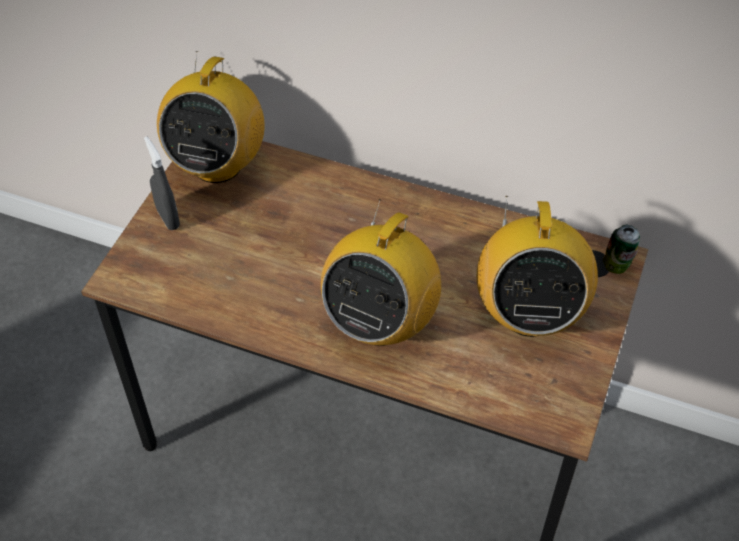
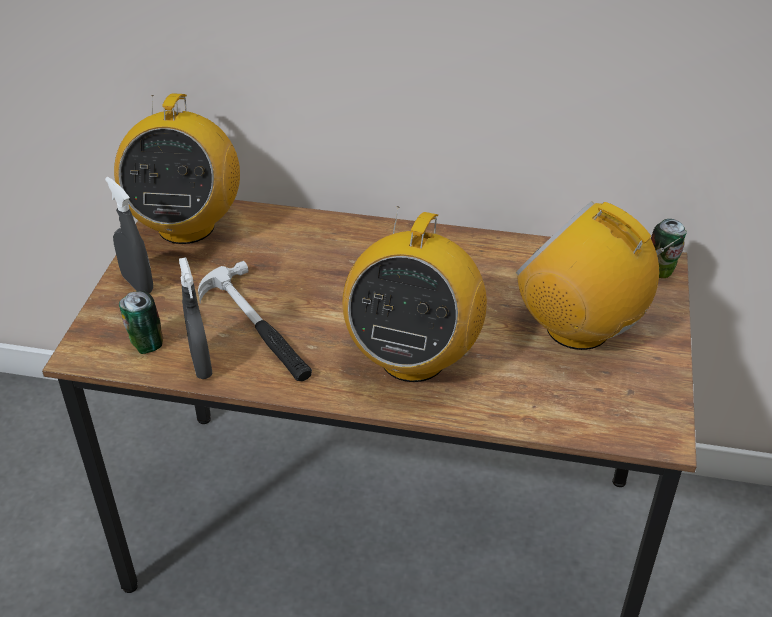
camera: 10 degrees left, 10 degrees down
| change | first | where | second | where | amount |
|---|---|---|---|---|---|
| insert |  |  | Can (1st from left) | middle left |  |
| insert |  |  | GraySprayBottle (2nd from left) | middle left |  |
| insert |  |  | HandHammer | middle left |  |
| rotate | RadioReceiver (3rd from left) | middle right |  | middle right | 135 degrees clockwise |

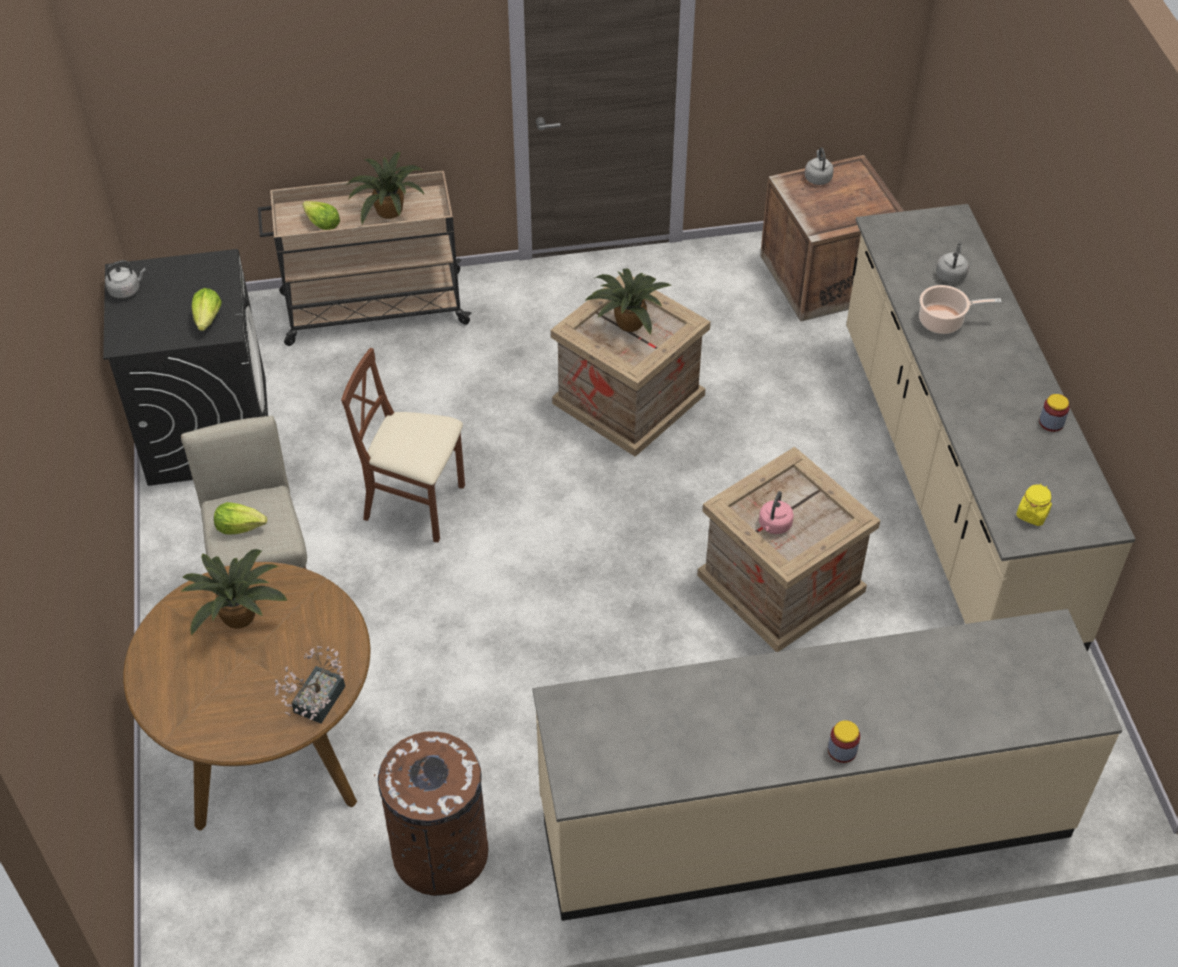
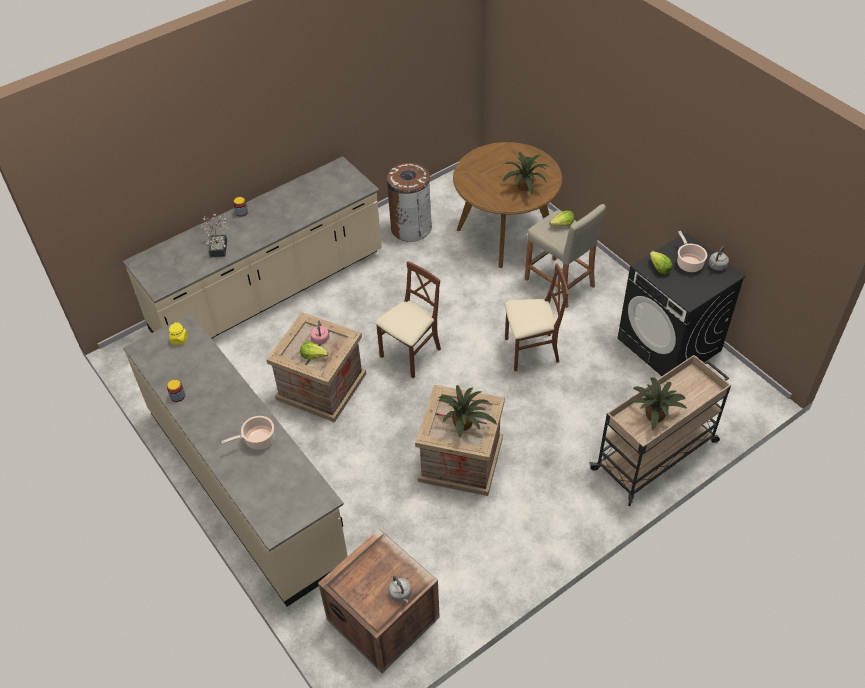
camera: 155 degrees right, 0 degrees up
| change | first | where | second | where | amount |
|---|---|---|---|---|---|
| move | PottedPlant (2nd from left in the first image) | bottom left | PottedPlant (1st from left) | middle left |  |
| move | LettuceHead (3rd from left in the first image) | top left | LettuceHead (1st from left) | centre |  |
| insert |  |  | BrownChair (1st from left) | centre |  |
| insert |  |  | Saucepot (2nd from left) | middle right |  |
| delete | GrayTeaKettle (3rd from left) | top right |  |  |  |

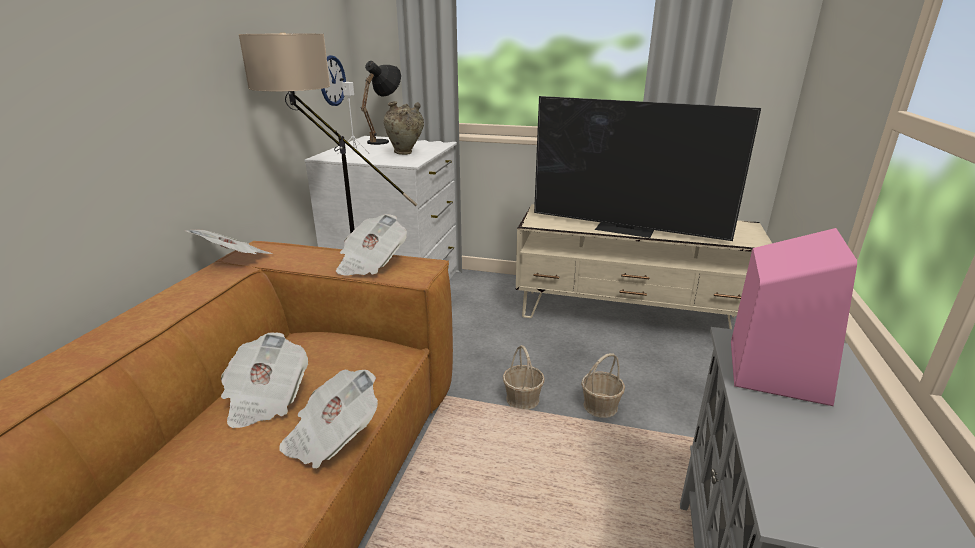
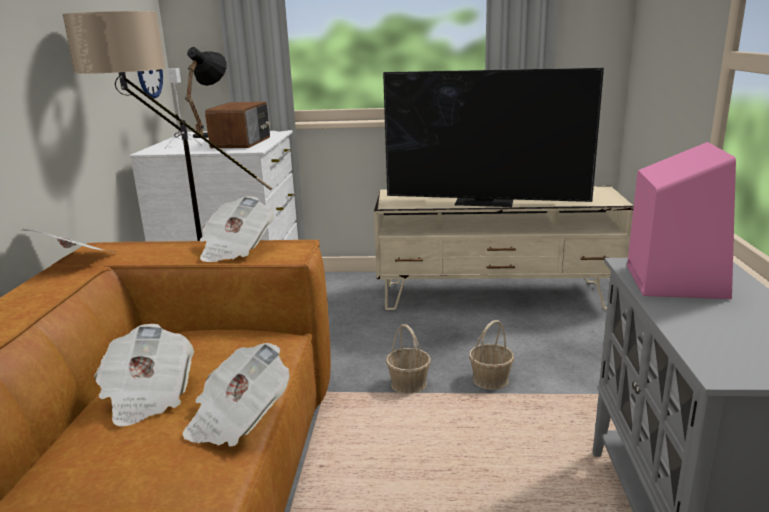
camera: 10 degrees left, 5 degrees down
| change | first | where | second | where | amount |
|---|---|---|---|---|---|
| replace | SandColouredDecorativeVase | top centre | RadioReceiver | top left |  |

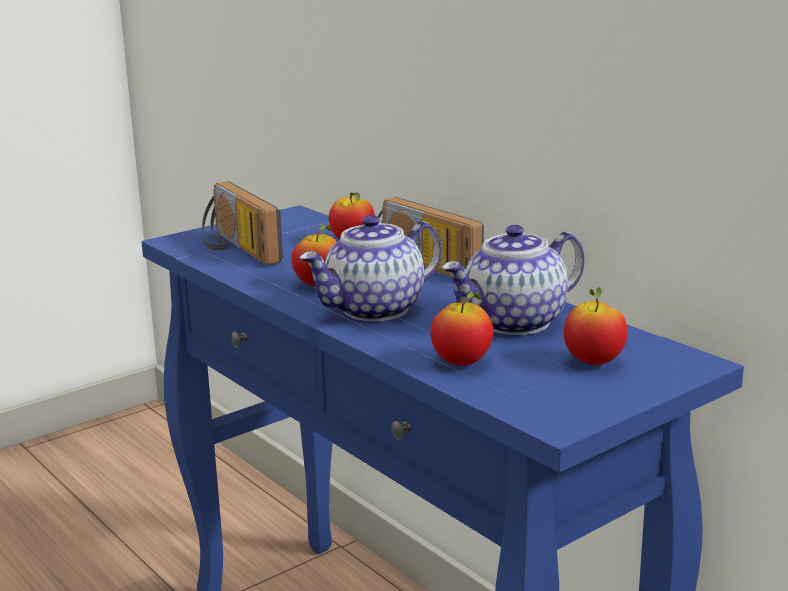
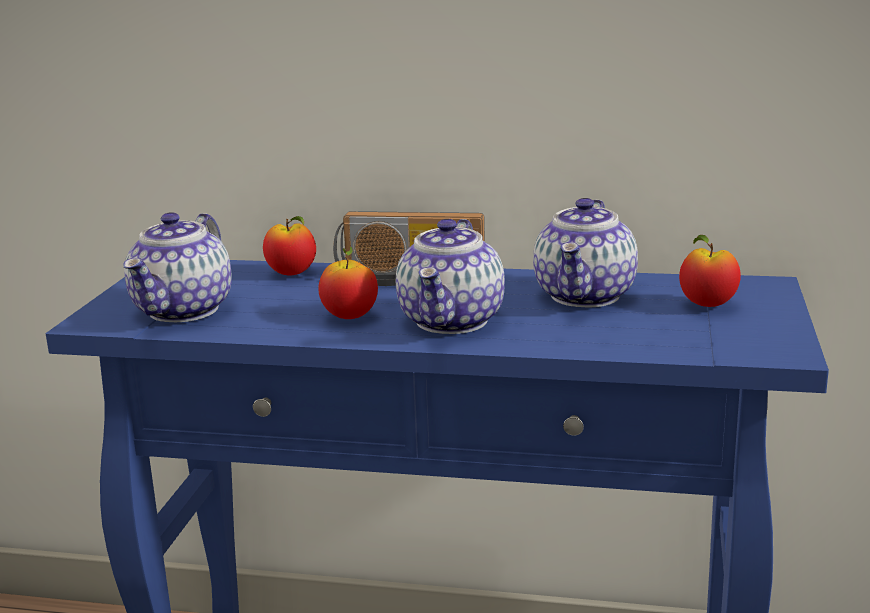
camera: 40 degrees left, 0 degrees up
| change | first | where | second | where | amount |
|---|---|---|---|---|---|
| replace | RadioReceiver (1st from left) | middle left | PotForTea (1st from left) | middle left |  |
| delete | Apple (3rd from left) | centre |  |  |  |

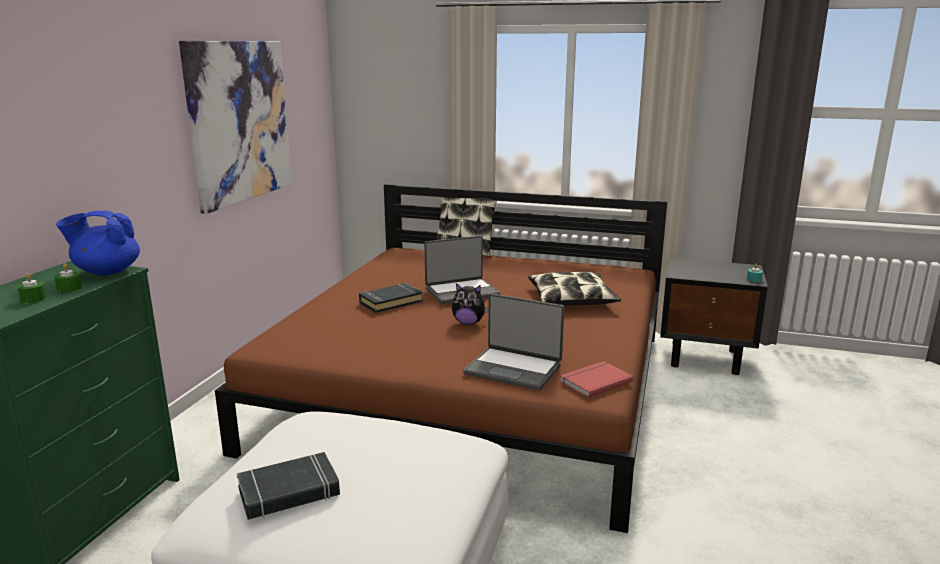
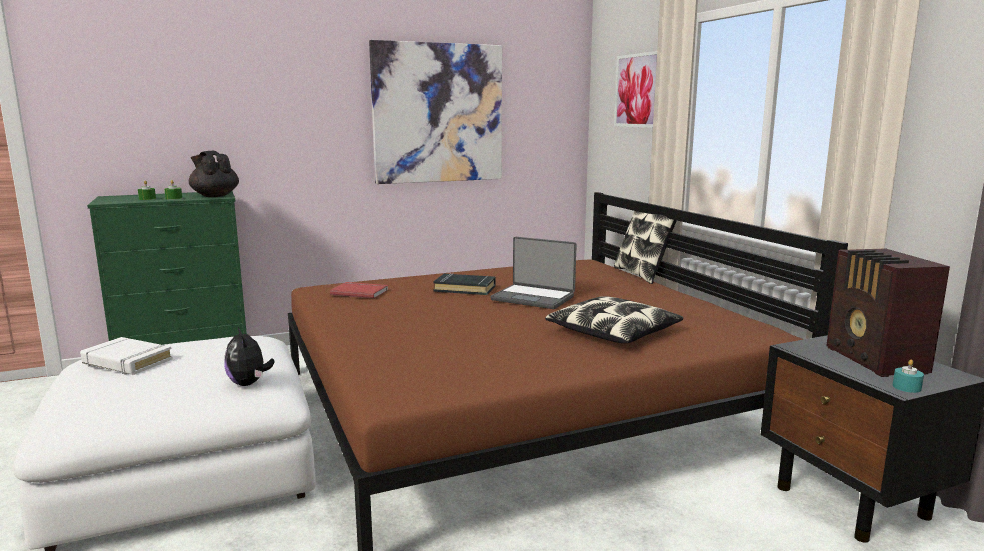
camera: 50 degrees right, 5 degrees down
| change | first | where | second | where | amount |
|---|---|---|---|---|---|
| recolor | BlackishVolume (1st from left) | bottom left | WhiteVolume | middle left |  |
| recolor | BlueColouredPotForTea | middle left | BlackishPotForTea | top left |  |
| move | SoftToy | centre |  | middle left |  |
| move | ReddishVolume | bottom centre |  | centre |  |
| insert |  |  | WallPicture (2nd from left) | top centre |  |
| insert |  |  | RadioReceiver | middle right |  |
| delete | PortableComputer (2nd from left) | centre |  |  |  |

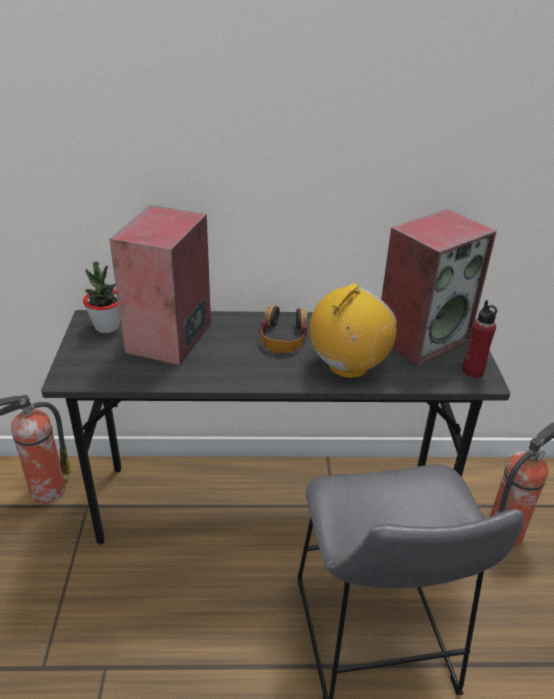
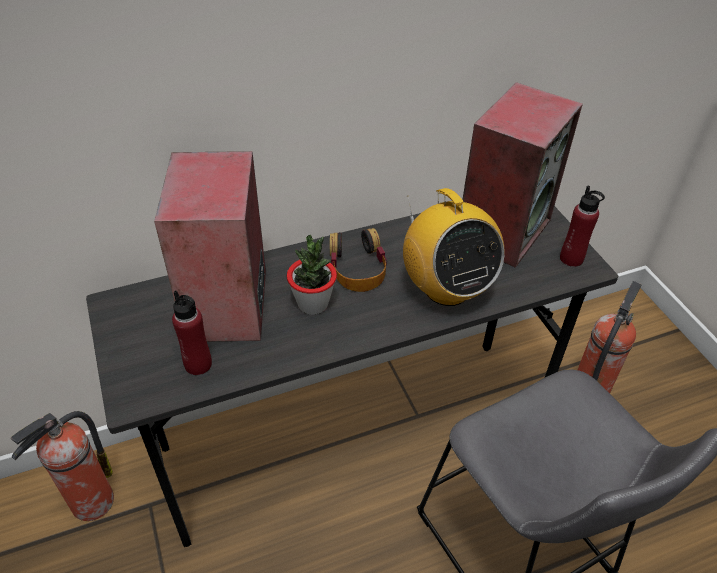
camera: 20 degrees left, 10 degrees up
| change | first | where | second | where | amount |
|---|---|---|---|---|---|
| insert |  |  | ReddishBottle (1st from left) | middle left |  |
| move | PottedPlant | middle left |  | centre |  |
| rotate | RadioReceiver | centre |  | centre | 135 degrees clockwise |

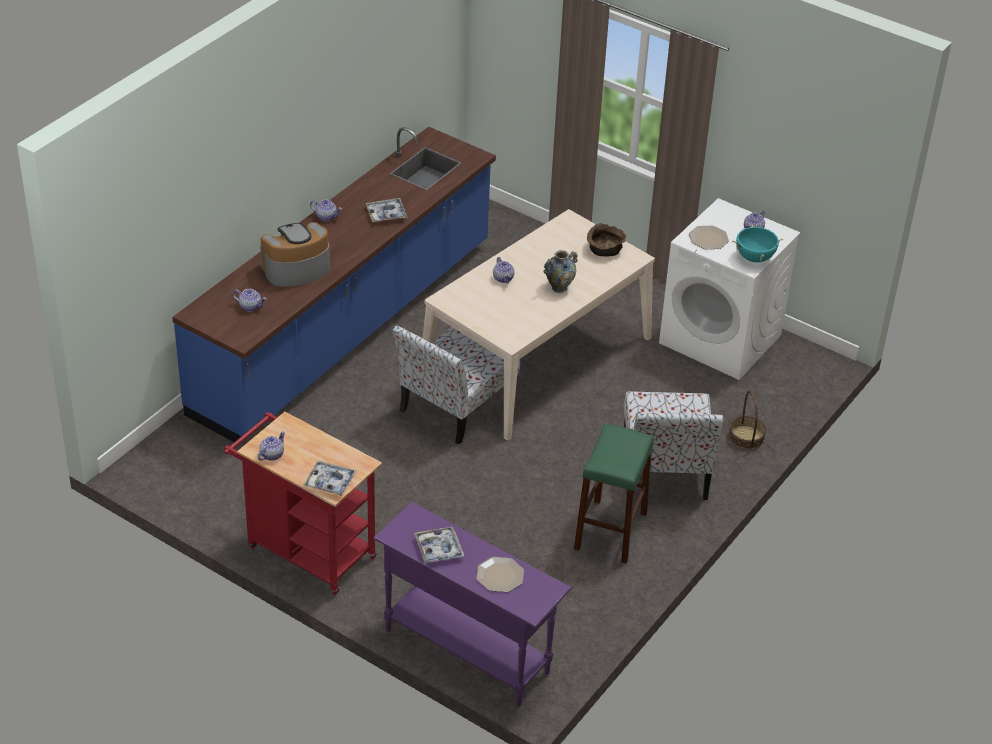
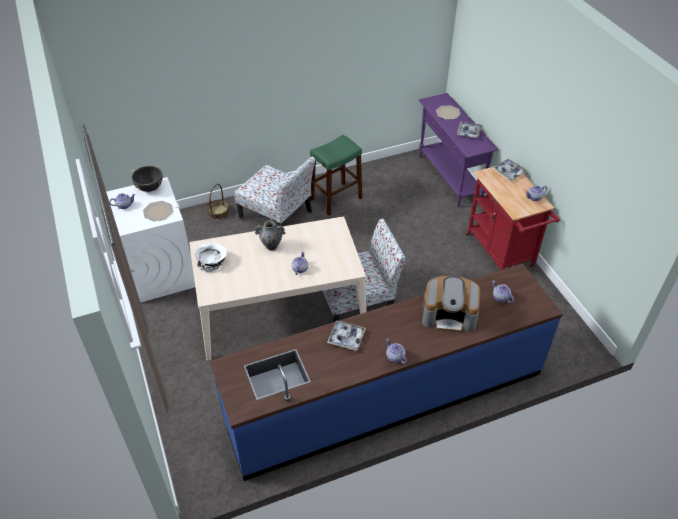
camera: 145 degrees left, 5 degrees up
| change | first | where | second | where | amount |
|---|---|---|---|---|---|
| recolor | TurquoiseColouredSaucepot | top right | BlackishSaucepot | middle left |  |
| recolor | BrownDeepDish | top centre | WhiteDeepDish | middle left |  |
| rotate | Chair (2nd from left in the first image) | middle right | Chair (1st from left) | centre | 90 degrees clockwise |

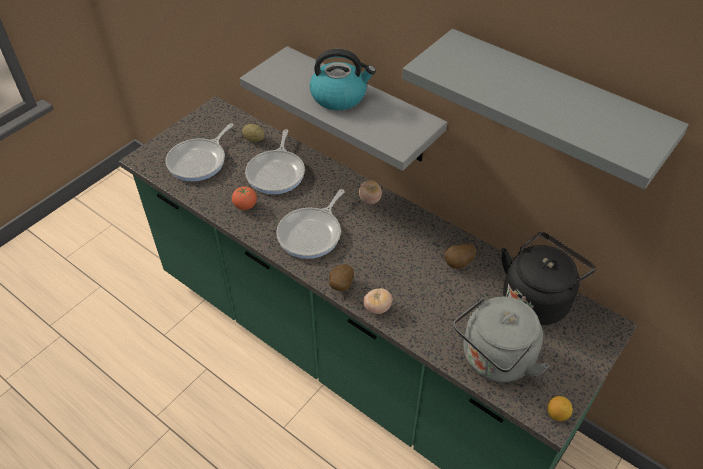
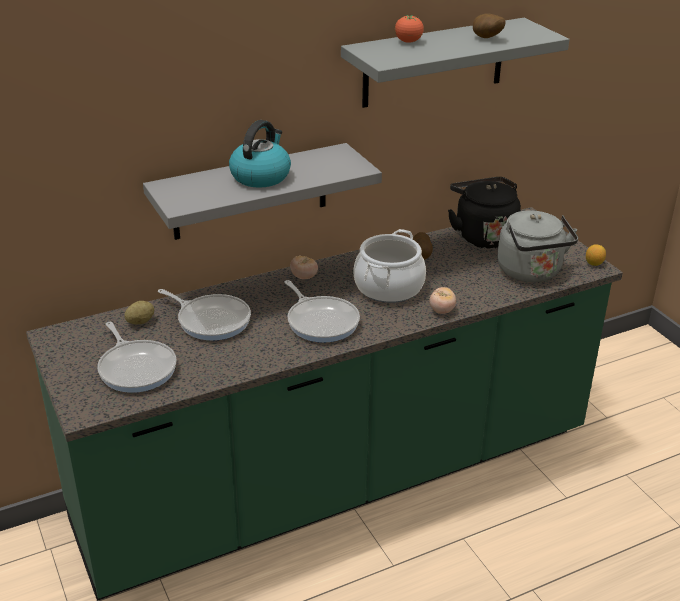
camera: 65 degrees left, 15 degrees down
| change | first | where | second | where | amount |
|---|---|---|---|---|---|
| insert |  |  | Saucepot | centre |  |
| move | WholeTomato (1st from left in the first image) | centre | WholeTomato (2nd from left) | top centre |  |
| move | WholePotato (2nd from left in the first image) | centre | WholePotato (3rd from left) | top right |  |

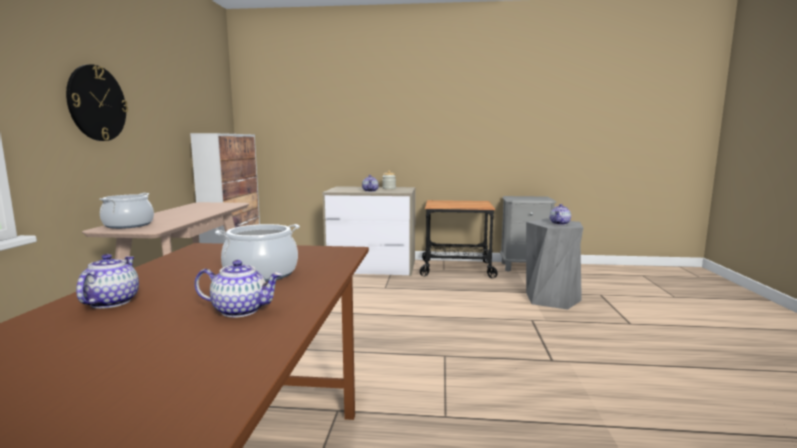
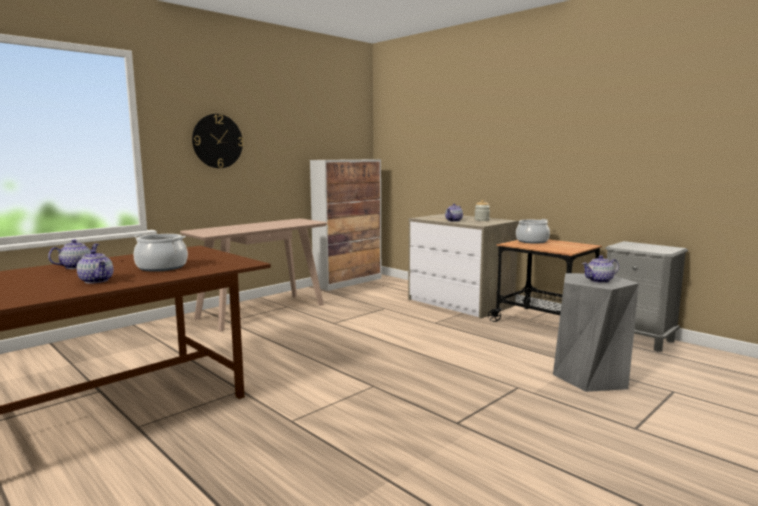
camera: 40 degrees right, 0 degrees up
| change | first | where | second | where | amount |
|---|---|---|---|---|---|
| move | Saucepot (1st from left in the first image) | middle left | Saucepot (2nd from left) | middle right |  |

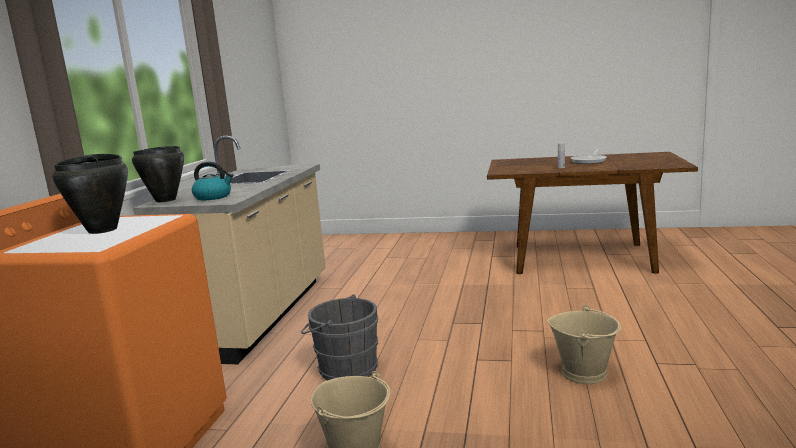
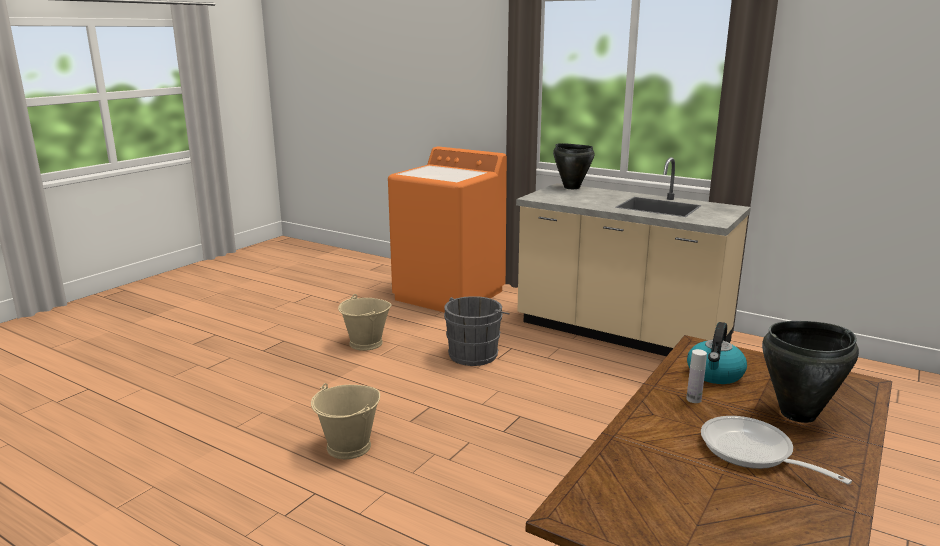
camera: 110 degrees right, 5 degrees up
| change | first | where | second | where | amount |
|---|---|---|---|---|---|
| move | TeaKettle | middle left |  | middle right |  |
| move | BlackishSaucepot (1st from left in the first image) | middle left | BlackishSaucepot (2nd from left) | bottom right |  |

